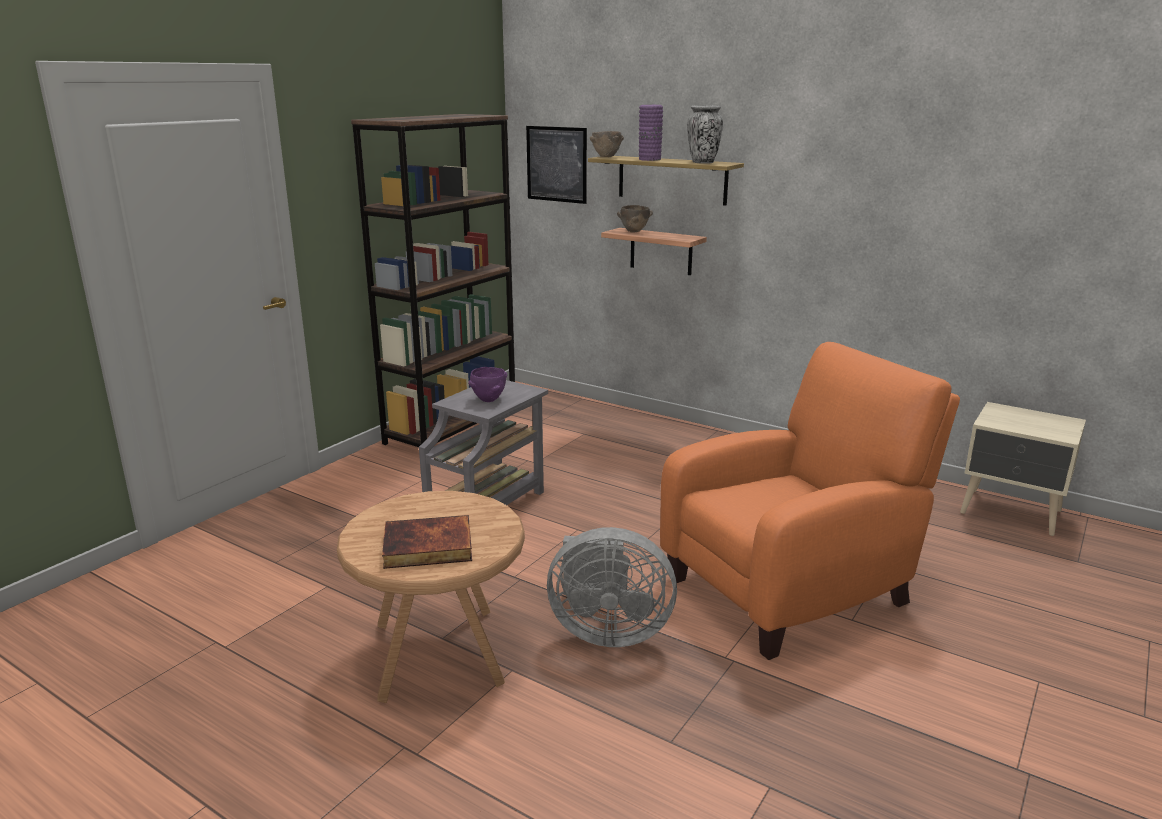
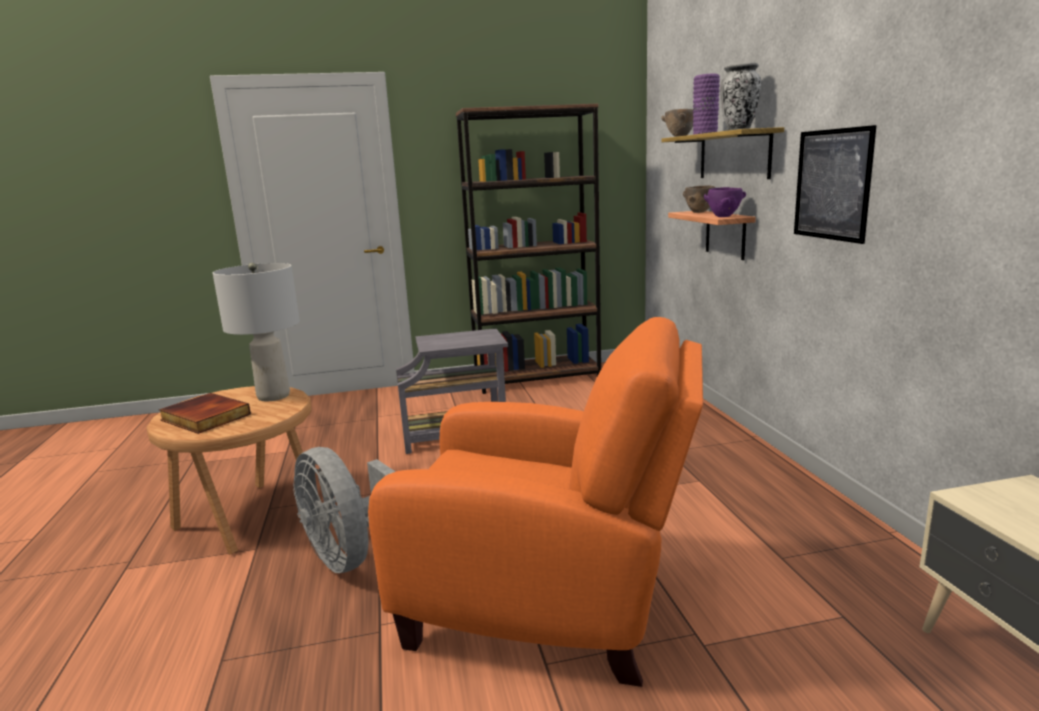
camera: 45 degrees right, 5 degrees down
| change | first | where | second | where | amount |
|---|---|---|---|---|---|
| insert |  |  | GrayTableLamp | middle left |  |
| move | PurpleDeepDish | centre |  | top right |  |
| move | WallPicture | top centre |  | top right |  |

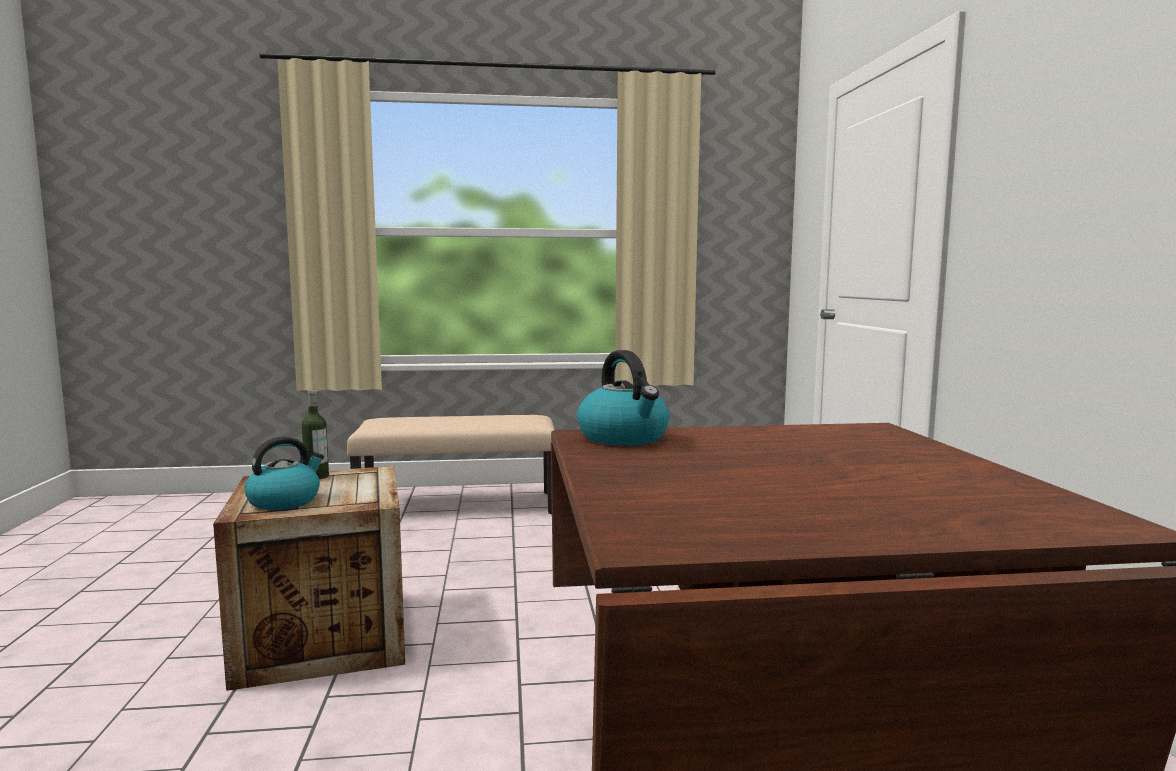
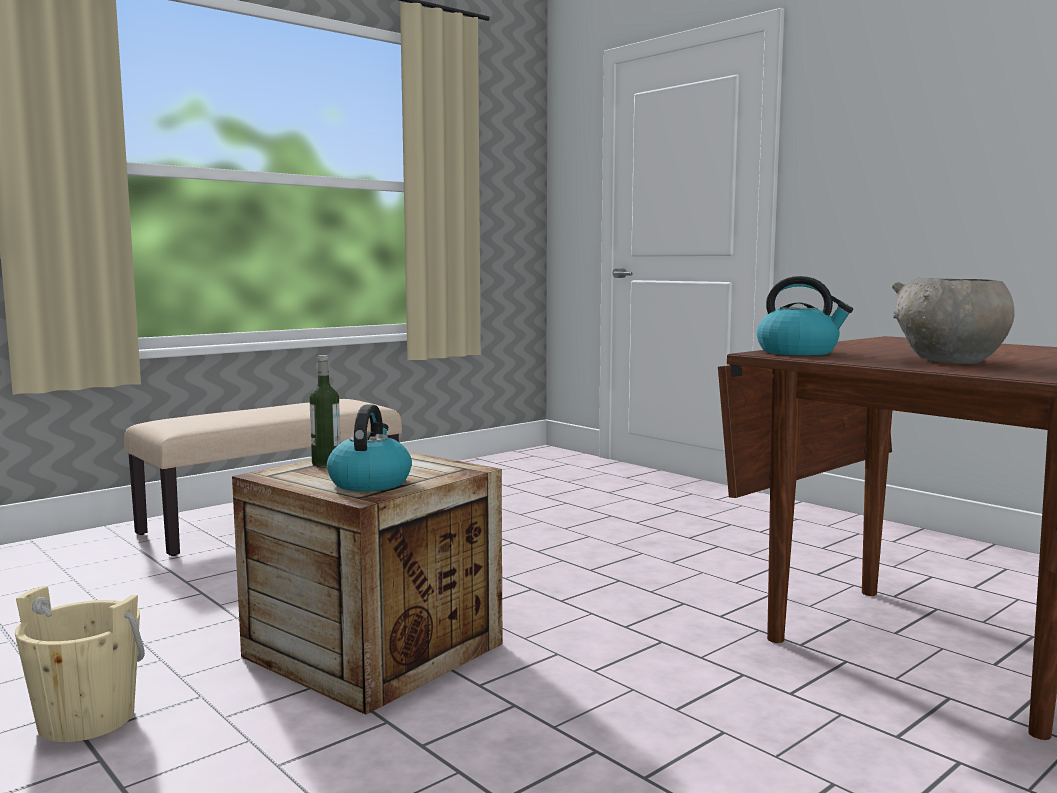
camera: 35 degrees left, 0 degrees up
| change | first | where | second | where | amount |
|---|---|---|---|---|---|
| insert |  |  | SandColouredPail | bottom left |  |
| insert |  |  | GrayDeepDish | middle right |  |

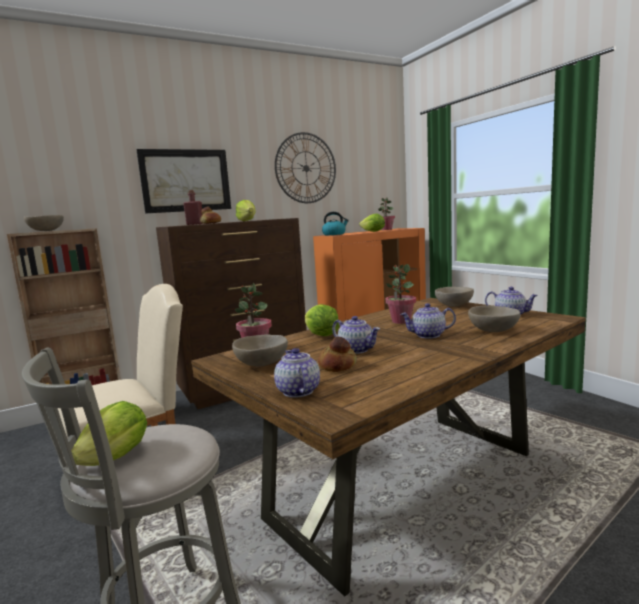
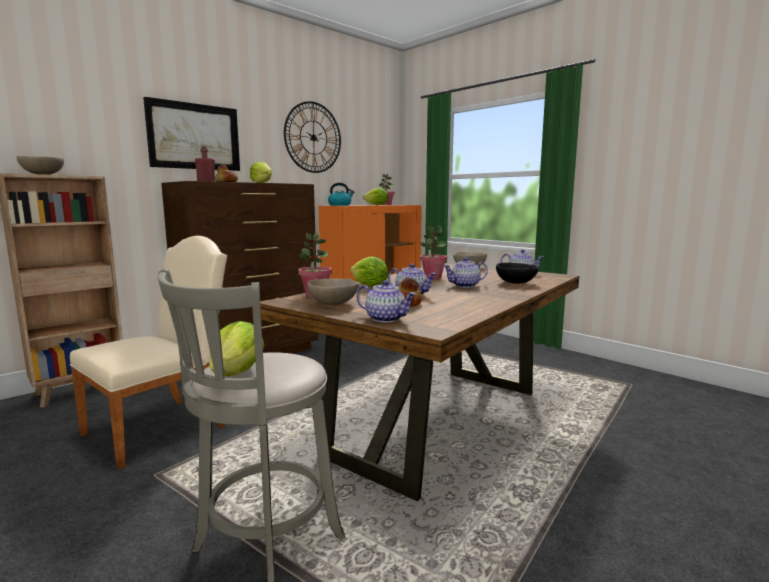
camera: 15 degrees left, 0 degrees up
| change | first | where | second | where | amount |
|---|---|---|---|---|---|
| rotate | PotForTea (1st from left) | centre |  | centre | 150 degrees clockwise |
| recolor | SandColouredDeepDish (4th from left) | middle right | BlackishDeepDish | middle right |  |

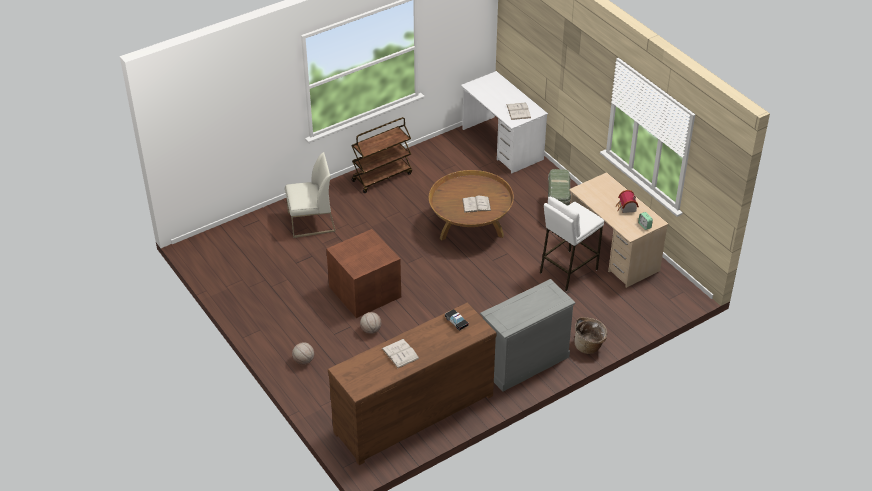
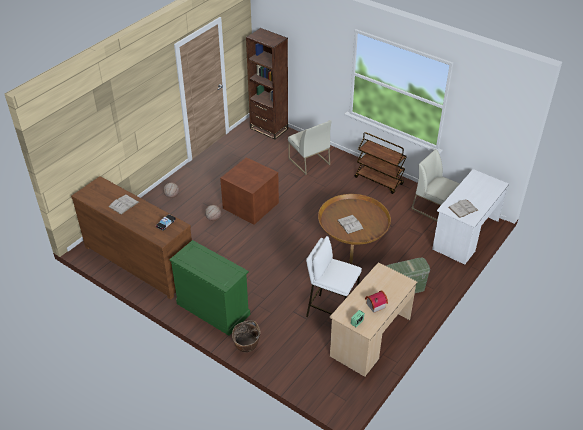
camera: 70 degrees right, 0 degrees up
| change | first | where | second | where | amount |
|---|---|---|---|---|---|
| recolor | GrayDresser | bottom centre | GreenishDresser | bottom centre |  |
| insert |  |  | BrownShelvingUnit | top centre |  |
| insert |  |  | WhiteChair (2nd from left) | middle right |  |

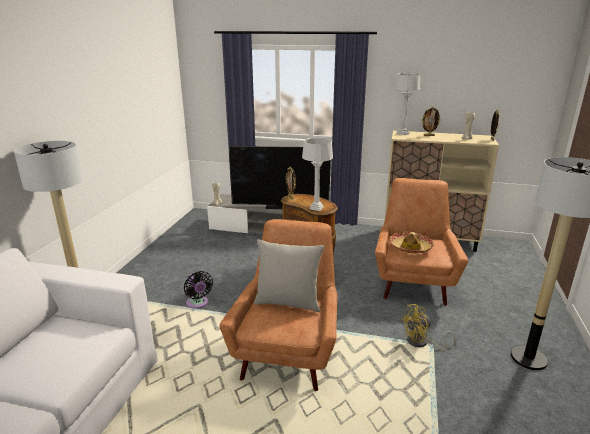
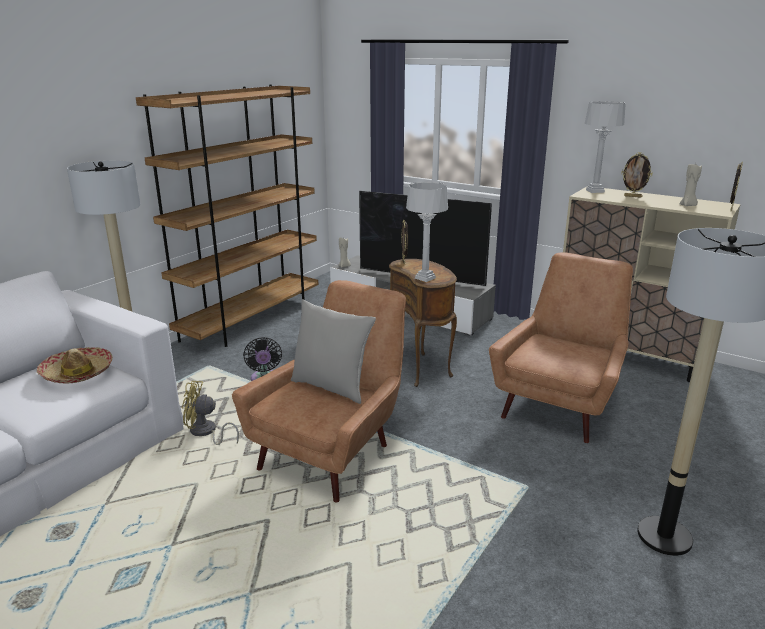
camera: 20 degrees right, 0 degrees up
| change | first | where | second | where | amount |
|---|---|---|---|---|---|
| move | WearableHat | middle right |  | middle left |  |
| insert |  |  | BrownShelvingUnit | middle left |  |
| move | YellowColouredFan | bottom right |  | middle left |  |

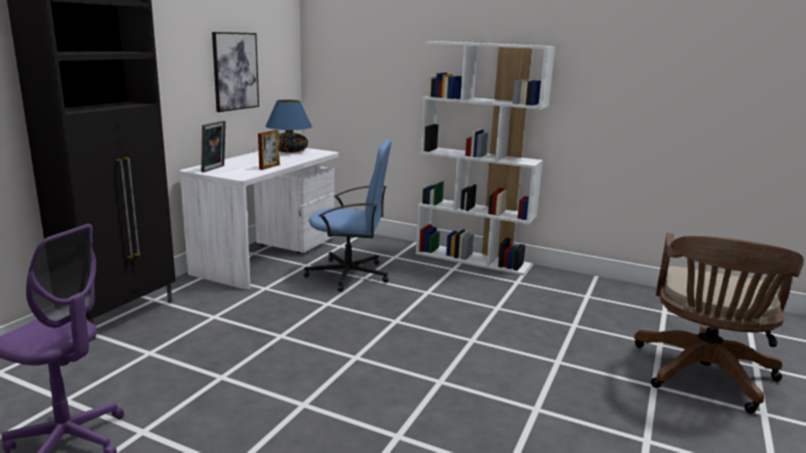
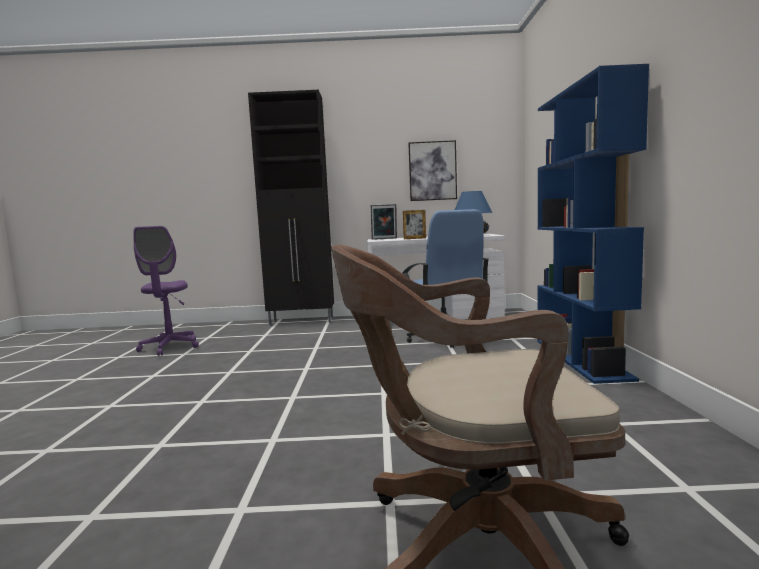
camera: 65 degrees right, 10 degrees down
| change | first | where | second | where | amount |
|---|---|---|---|---|---|
| recolor | WhiteShelvingUnit | centre | BlueColouredShelvingUnit | middle right |  |

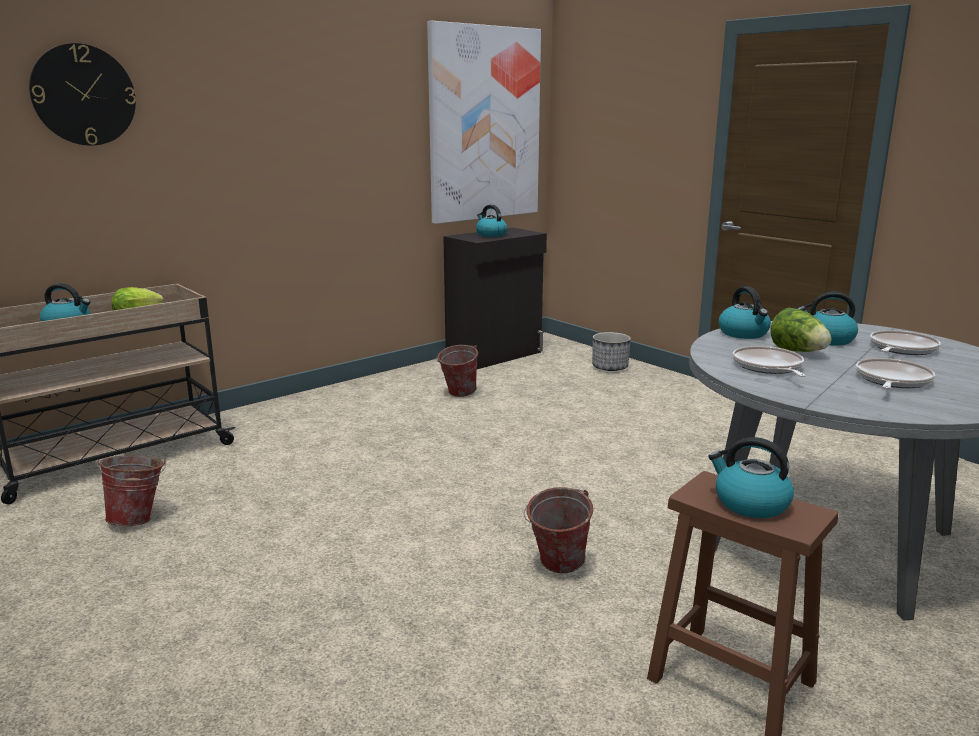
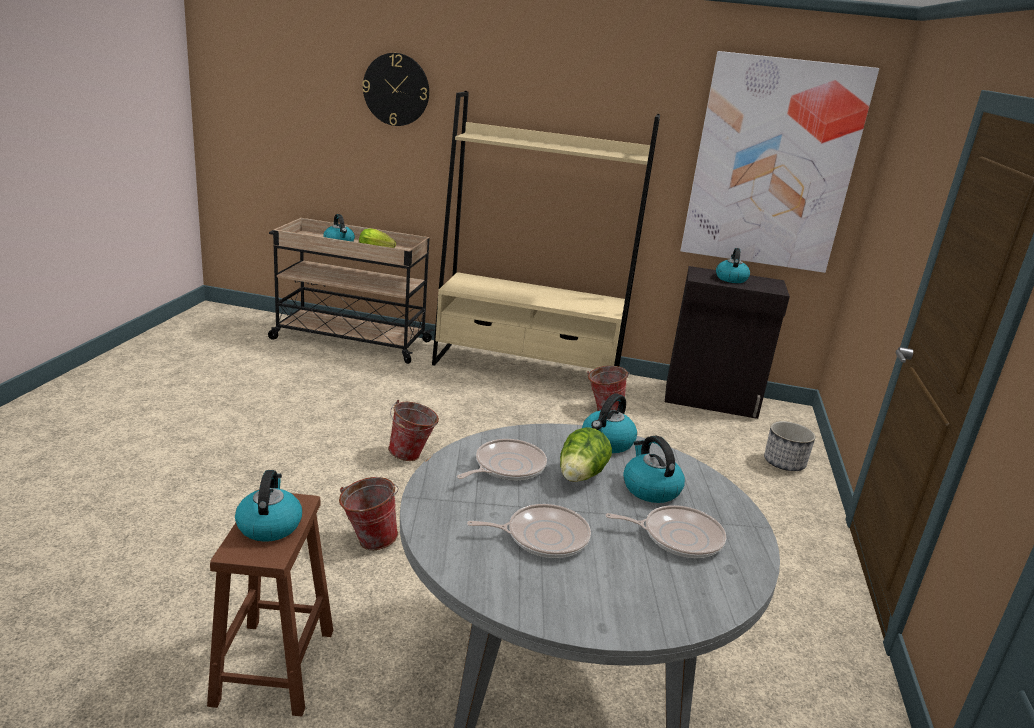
camera: 50 degrees right, 5 degrees up
| change | first | where | second | where | amount |
|---|---|---|---|---|---|
| move | Pail (1st from left in the first image) | middle left | Pail (2nd from left) | centre |  |
| insert |  |  | SandColouredShelvingUnit | top centre |  |

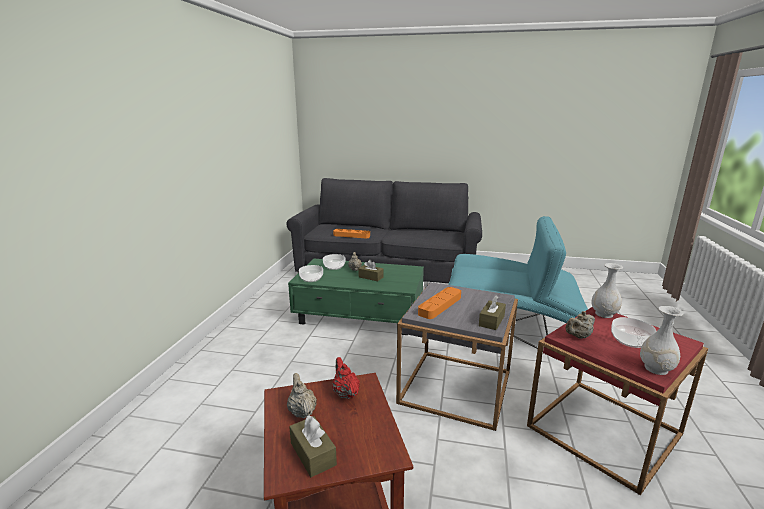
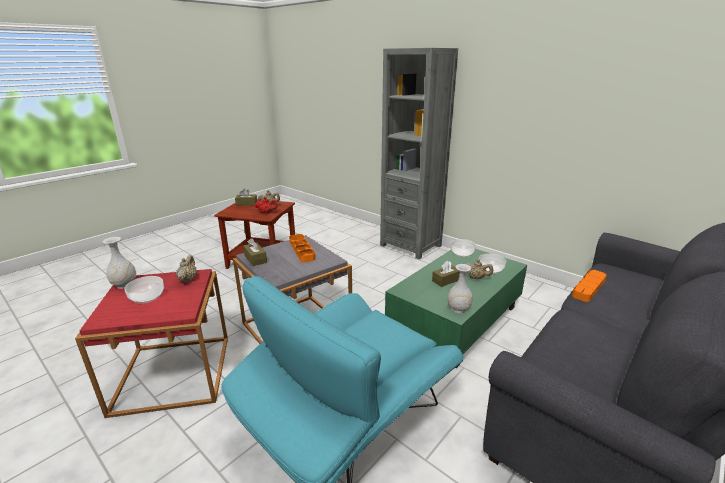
camera: 120 degrees right, 5 degrees up
| change | first | where | second | where | amount |
|---|---|---|---|---|---|
| insert |  |  | GrayShelvingUnit | top centre |  |
| move | WhiteDecorativeVase (1st from left in the first image) | middle right | WhiteDecorativeVase (2nd from left) | centre |  |

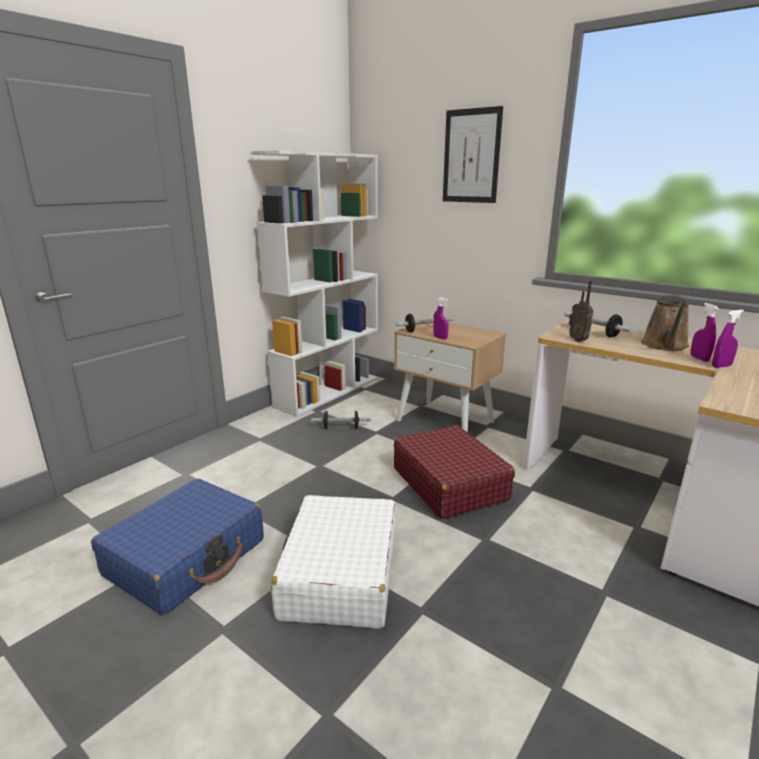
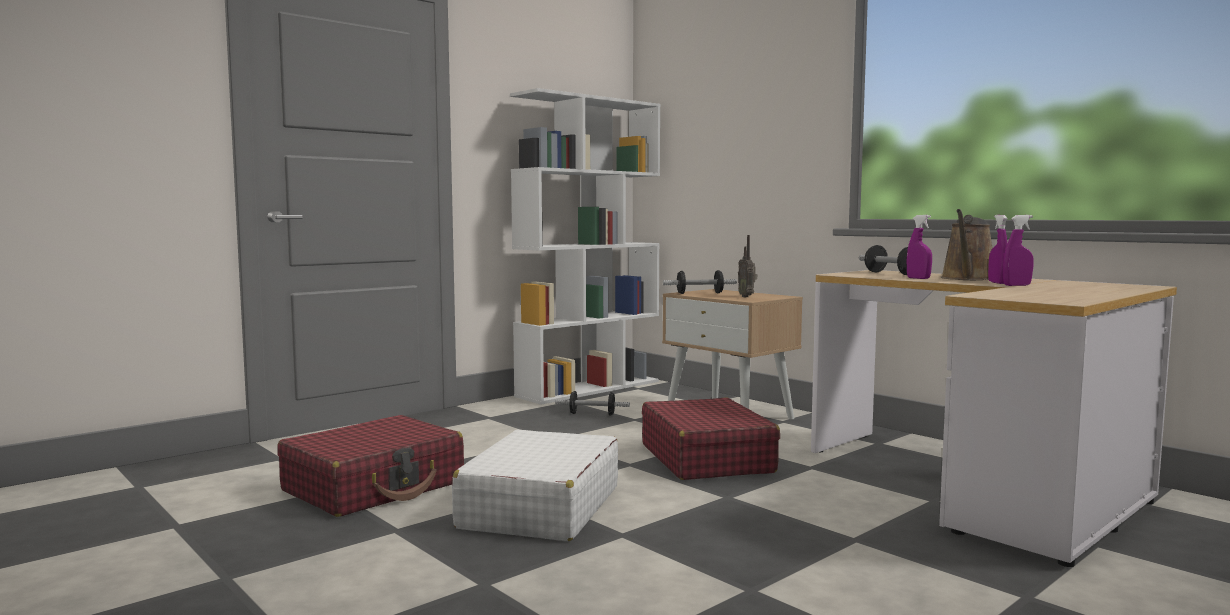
camera: 10 degrees right, 15 degrees down
| change | first | where | second | where | amount |
|---|---|---|---|---|---|
| recolor | BlueColouredPieceOfLuggage | bottom left | ReddishPieceOfLuggage (1st from left) | bottom left |  |
| move | RadioReceiver | middle right |  | centre |  |
| move | PurpleSprayBottle (1st from left) | centre |  | middle right |  |
| delete | WallPicture | top centre |  |  |  |

